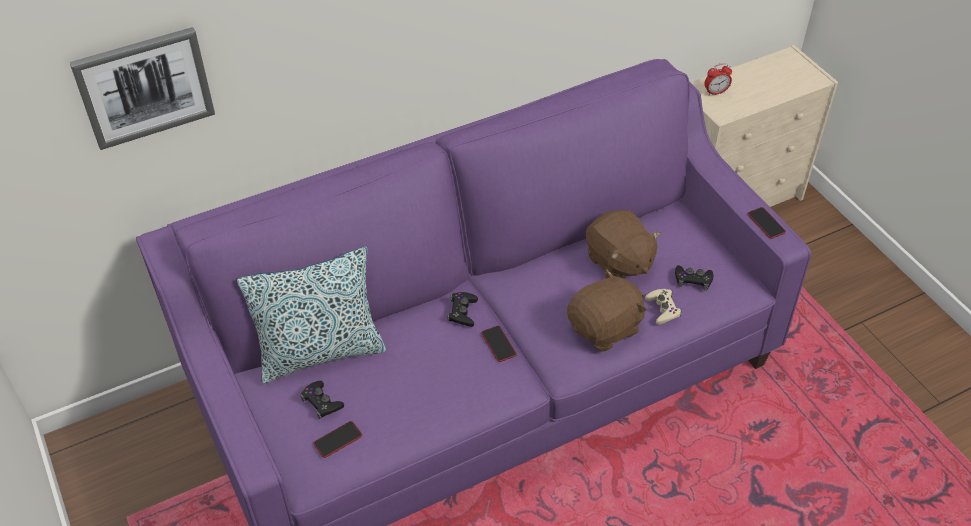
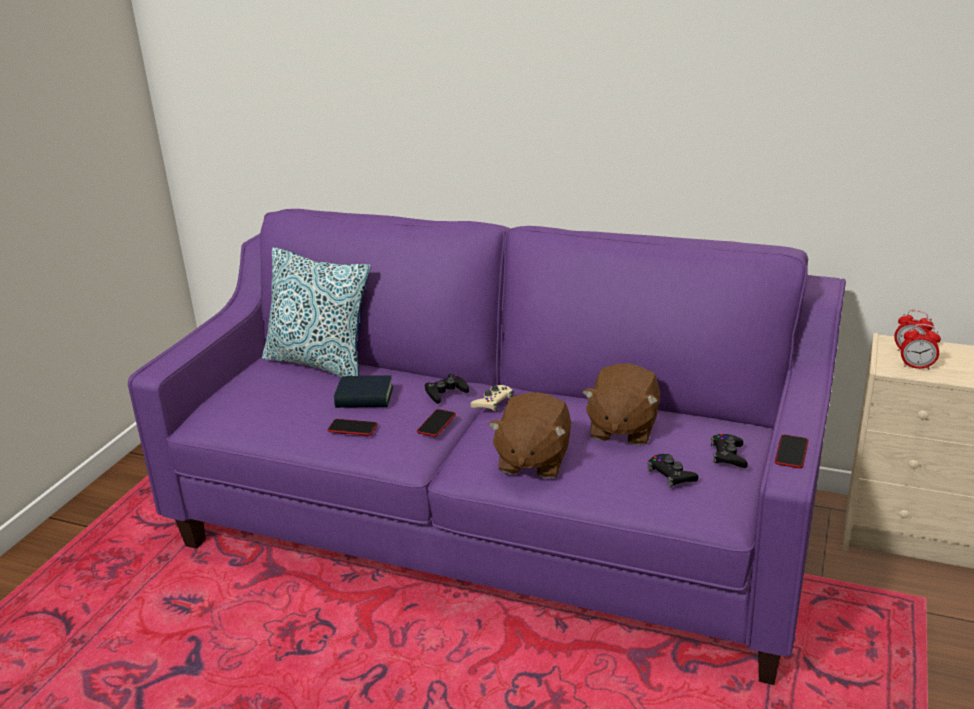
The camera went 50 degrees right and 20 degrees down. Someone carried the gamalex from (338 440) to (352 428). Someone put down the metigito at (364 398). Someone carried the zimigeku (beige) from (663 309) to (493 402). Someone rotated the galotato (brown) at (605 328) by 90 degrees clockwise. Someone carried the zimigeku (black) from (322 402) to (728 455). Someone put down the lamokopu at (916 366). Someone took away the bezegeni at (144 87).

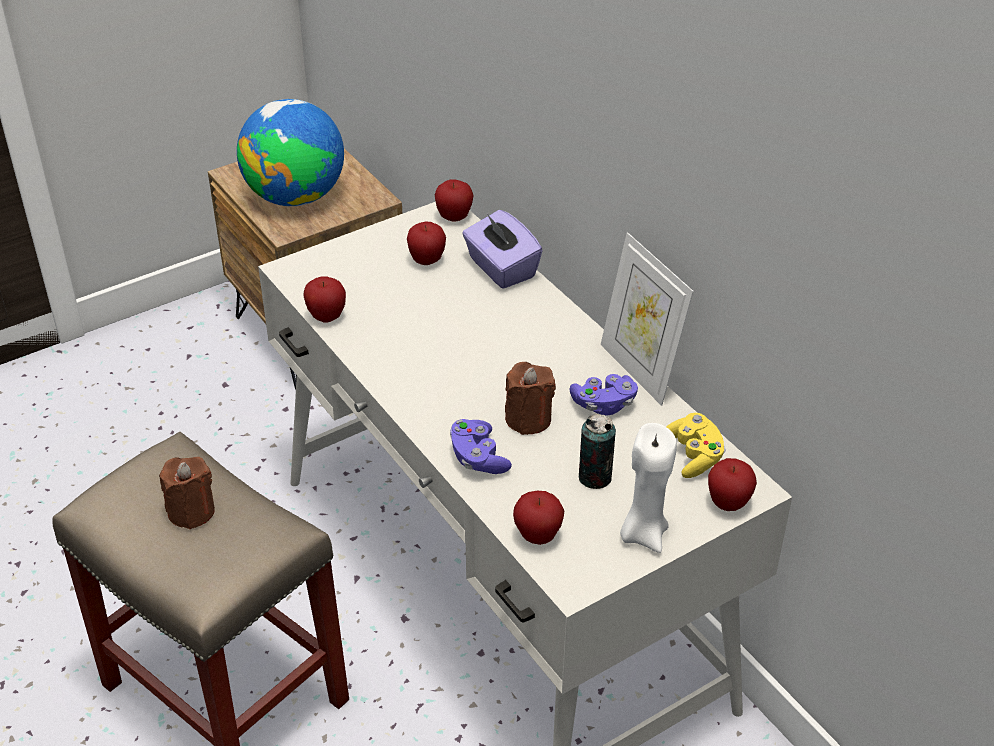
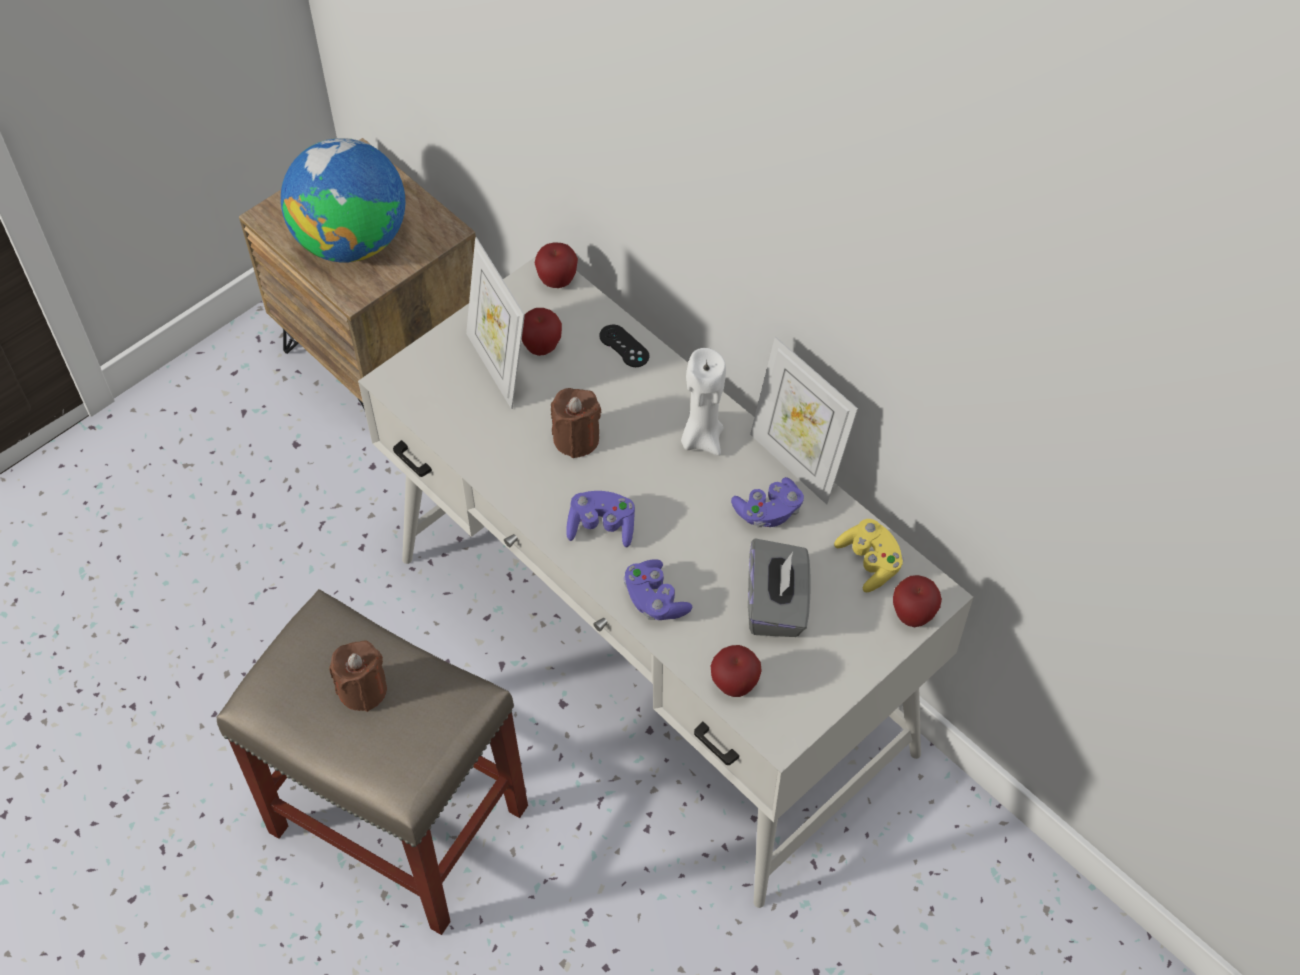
The camera went 10 degrees left and 15 degrees up. Someone put down the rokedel at (499 366). Someone carried the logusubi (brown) from (528 419) to (576 438). Someone put down the zimigeku (purple) at (602 527). Someone swapped the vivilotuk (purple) at (501 268) for the zimigeku (black) at (624 346). Someone carried the logusubi (white) from (643 534) to (701 438). Someone swapped the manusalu at (595 477) for the vivilotuk (grey) at (776 605). Someone took away the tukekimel at (326 317).

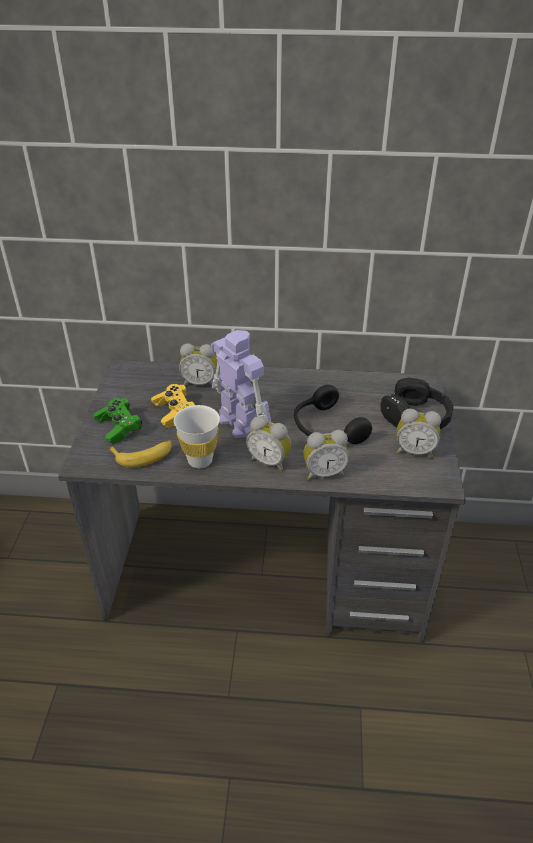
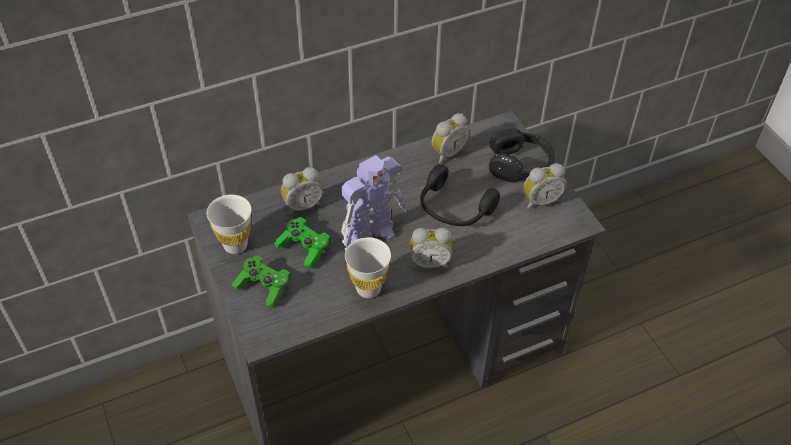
The camera went 30 degrees left and 10 degrees up. Someone put down the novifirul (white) at (235 245). Someone repainted the zimigeku (yellow) at (174 412), which became the zimigeku (green) at (304 248). Someone rotated the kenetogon at (239 422) by 120 degrees clockwise. Someone carried the lamokopu from (324 473) to (447 153). Someone took away the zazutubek at (144 455).

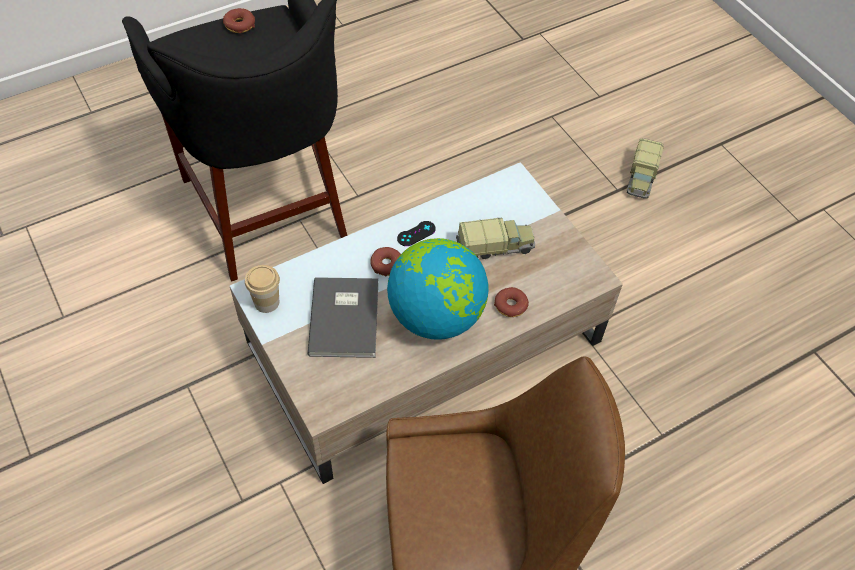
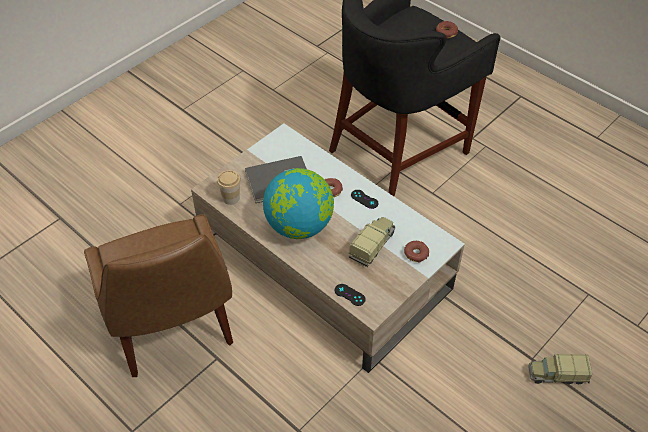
The camera went 75 degrees right and 5 degrees down. Someone carried the novifirul from (266 302) to (231 198). Someone put down the zimigeku (black) at (349 295). Someone rotated the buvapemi at (495 247) by 120 degrees counterclockwise. Someone carried the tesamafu from (510 305) to (416 254).

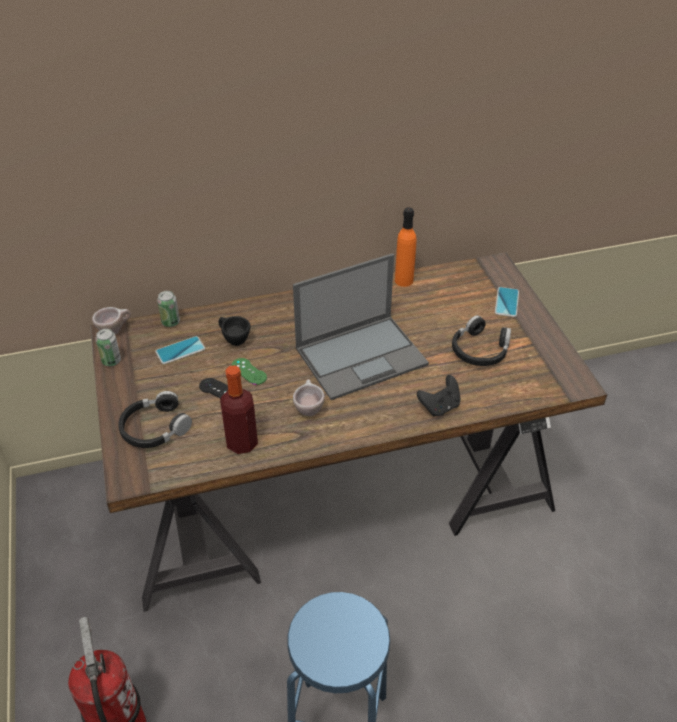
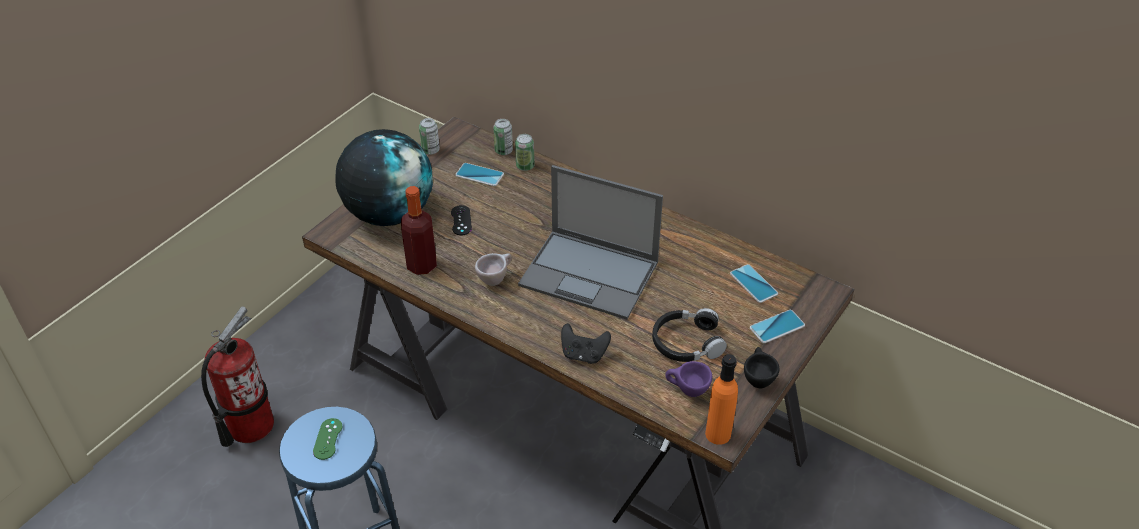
The camera went 50 degrees right and 0 degrees up. Someone carried the zimigeku (green) from (249 371) to (328 439). Someone swapped the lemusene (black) at (154 428) for the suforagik at (389 213). Someone put down the manusalu at (525 166). Someone put down the novifirul (purple) at (687 391). Someone carried the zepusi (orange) from (404 280) to (718 434). Someone put down the gamalex at (753 284). Someone carried the novifirul (black) from (233 340) to (757 379). Someone took away the novifirul (beige) at (115 330).

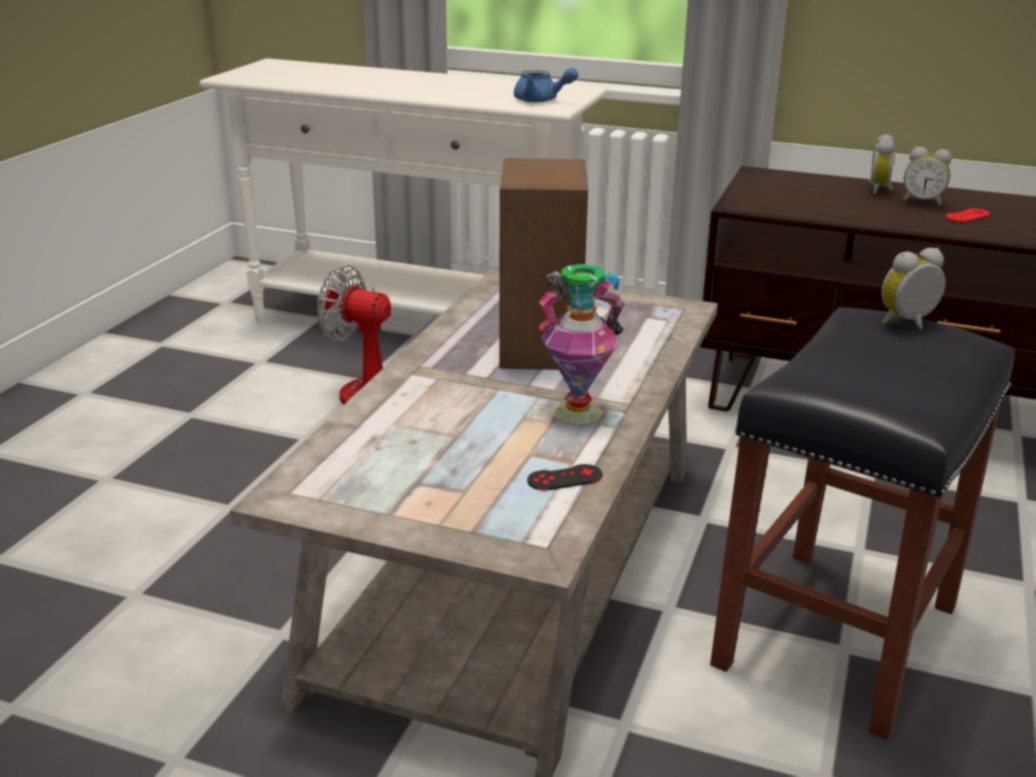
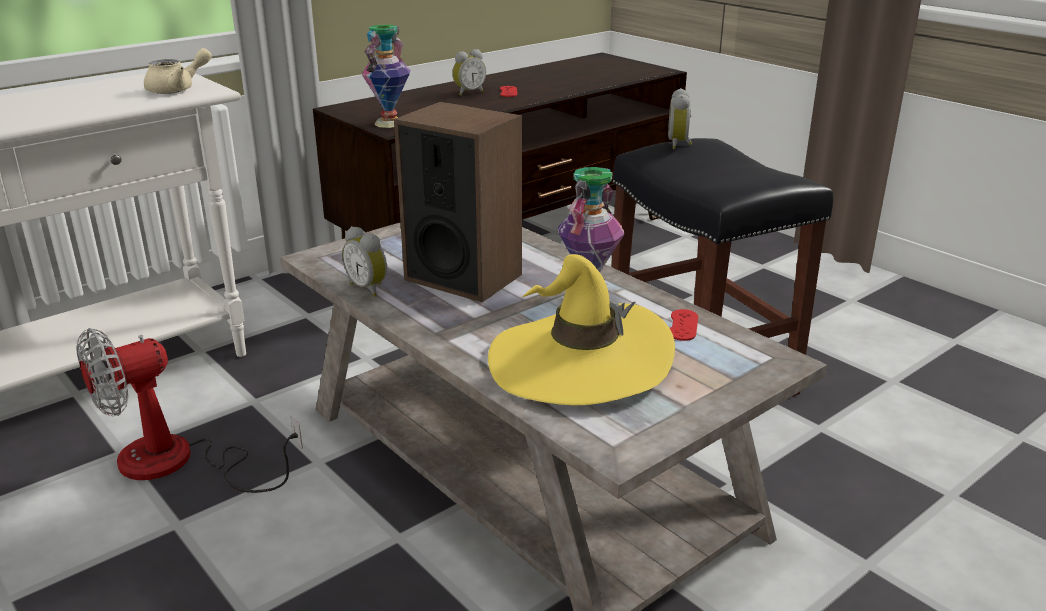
The camera went 60 degrees left and 0 degrees up. Someone repainted the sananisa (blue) at (541 100), which became the sananisa (beige) at (178 89). Someone carried the lamokopu from (880 190) to (369 288). Someone put down the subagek at (390 123). Someone put down the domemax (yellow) at (580 362). Someone repainted the zimigeku (black) at (565 478), which became the zimigeku (red) at (683 325).

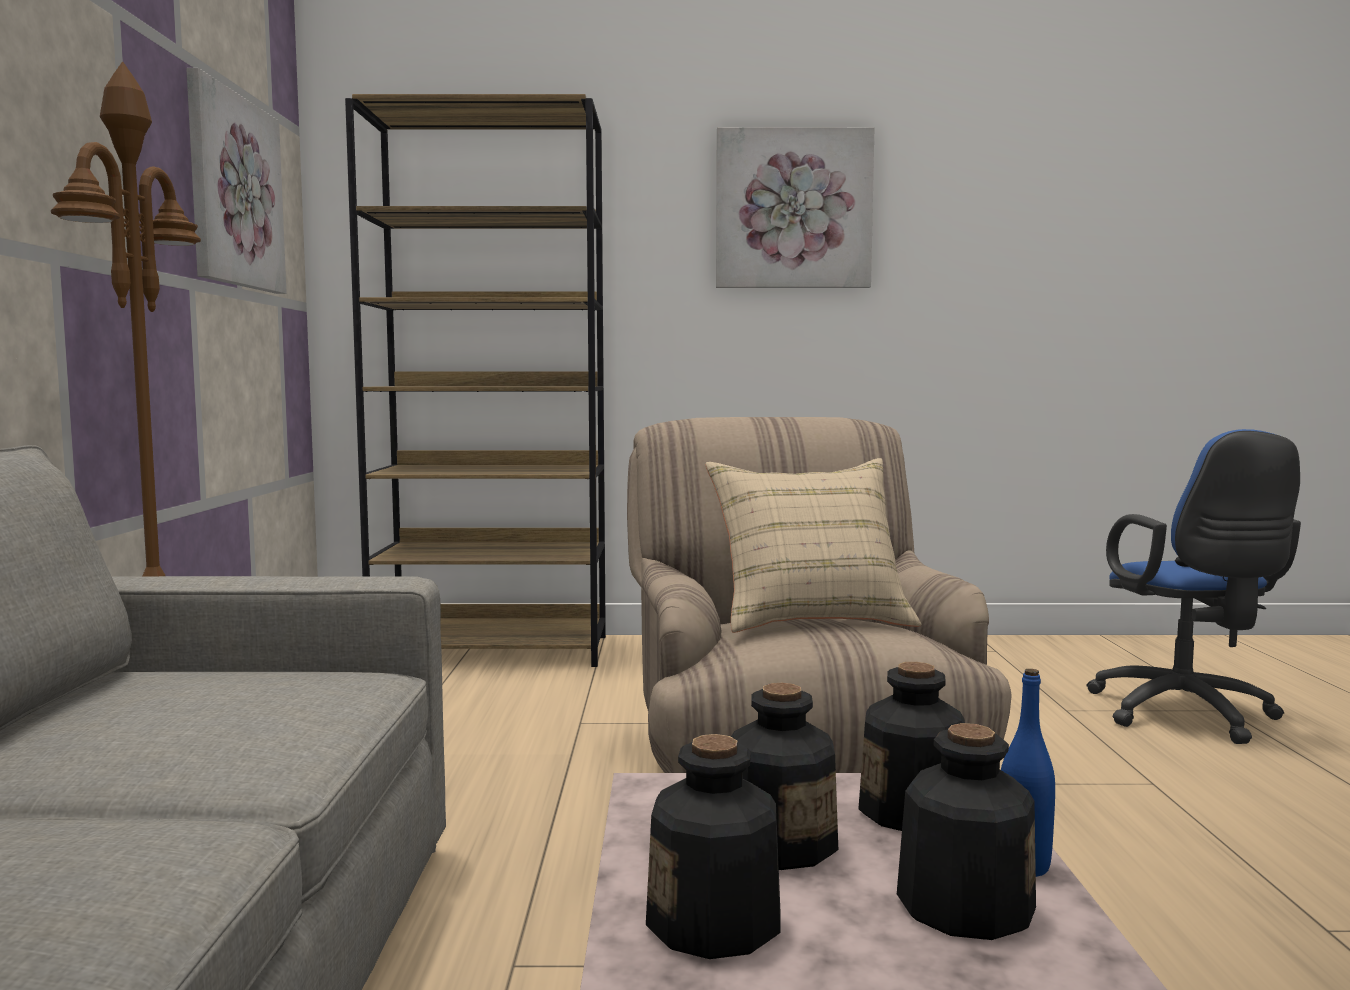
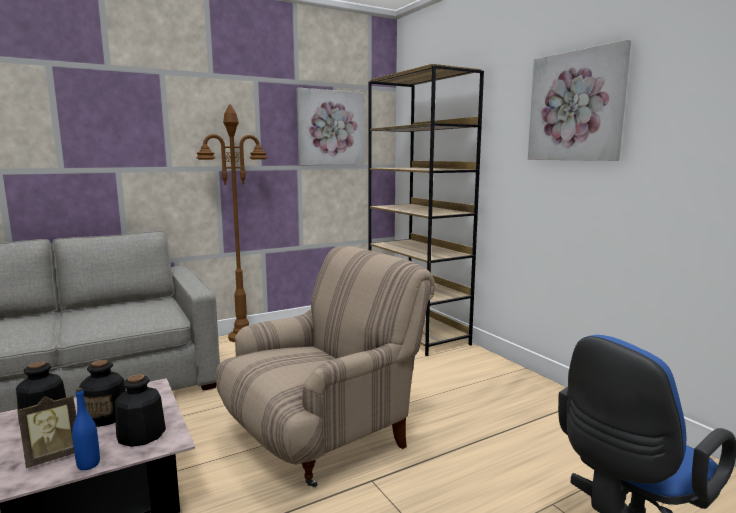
The camera went 60 degrees right and 5 degrees up. Someone swapped the zepusi at (963 905) for the rokedel at (53 456). Someone took away the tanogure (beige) at (810 619).

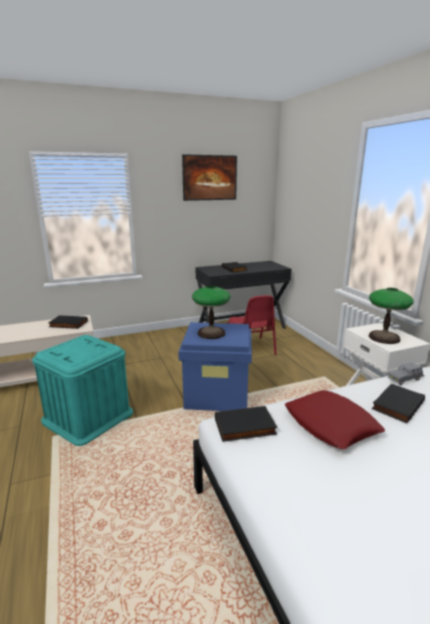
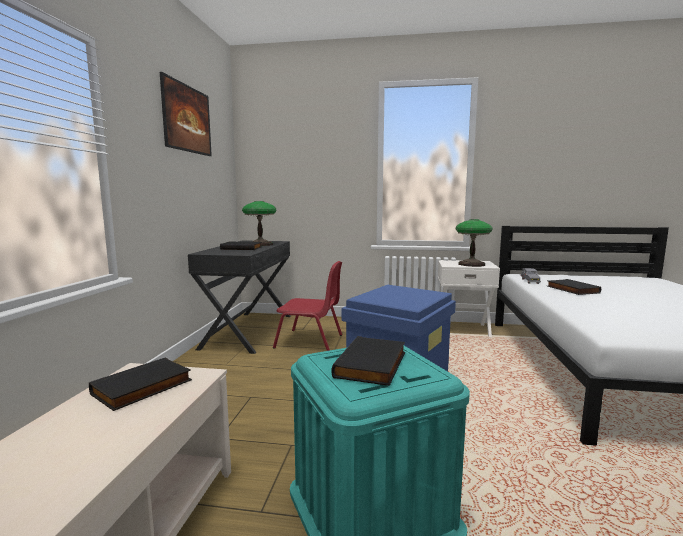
The camera went 60 degrees left and 10 degrees down. Someone carried the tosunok from (211 333) to (260 244). Someone carried the metigito (black) from (244 427) to (373 365). Someone took away the tanogure (red) at (331 424).

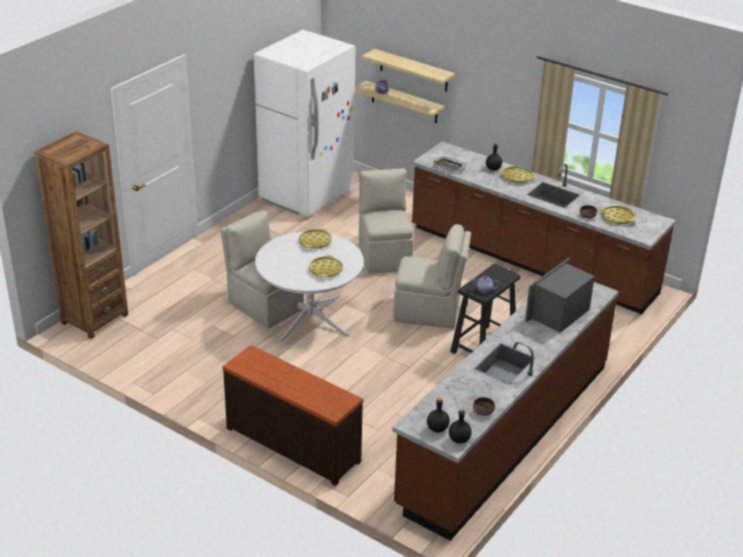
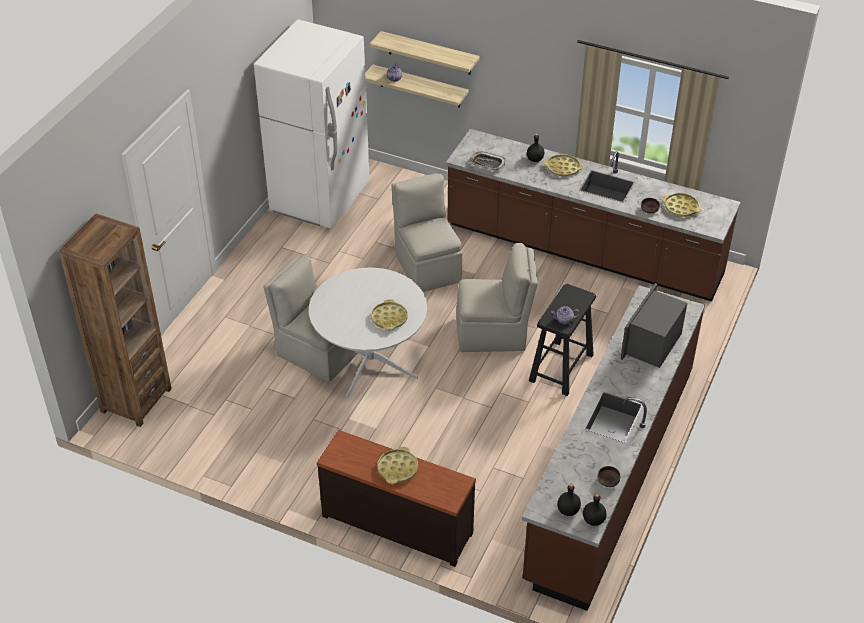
The camera went 10 degrees left and 10 degrees up. Someone carried the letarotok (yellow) from (315 242) to (398 468).

